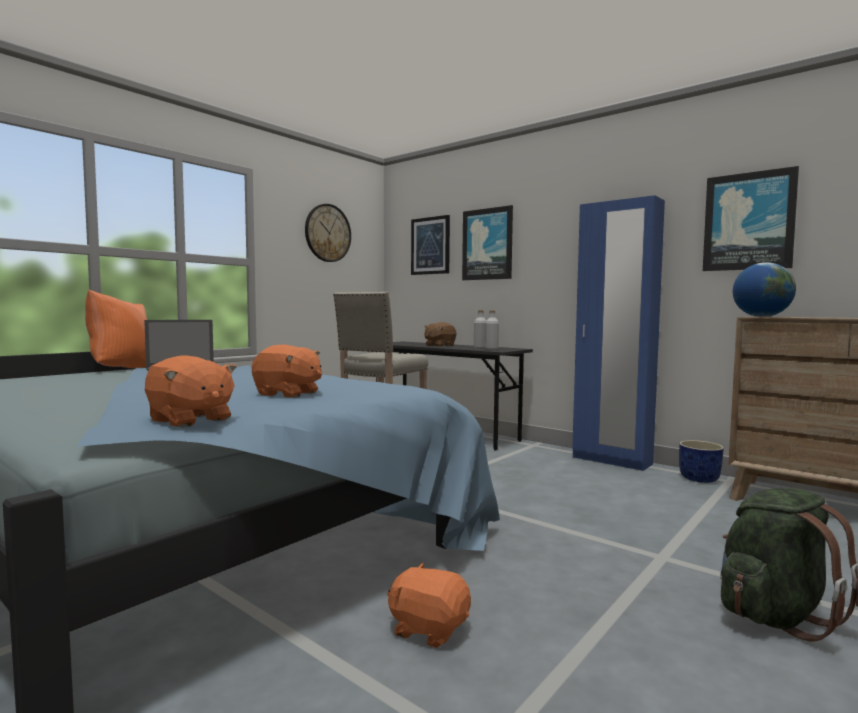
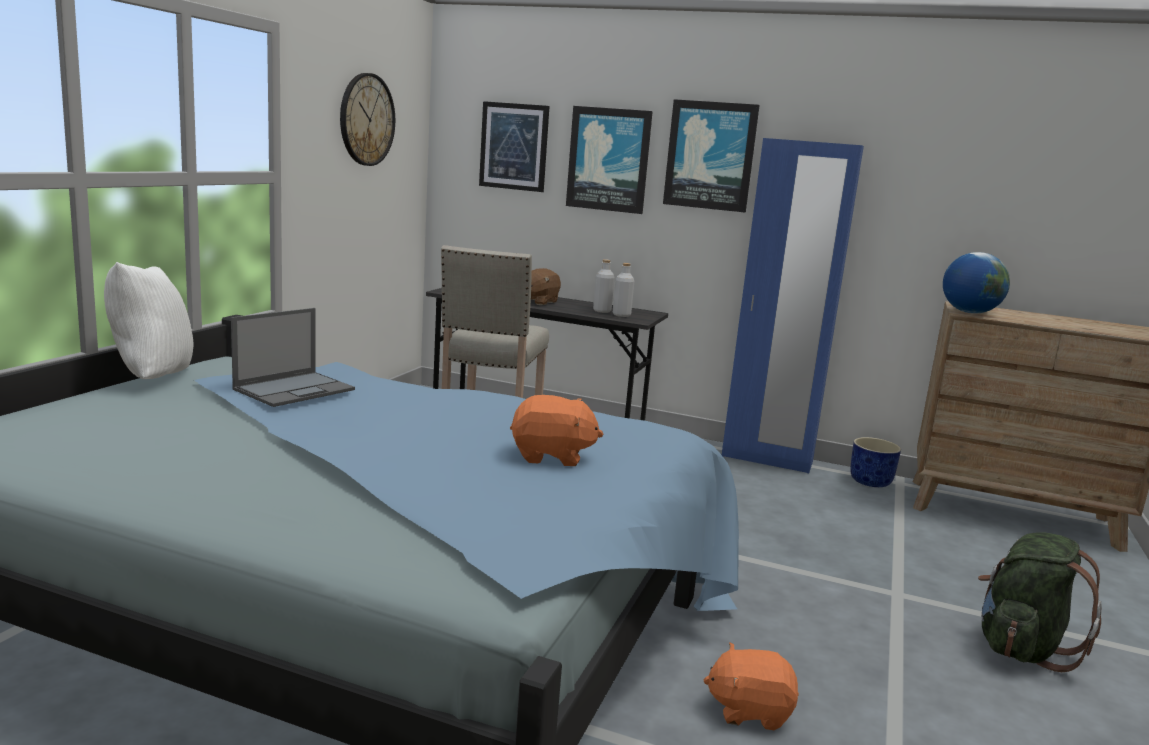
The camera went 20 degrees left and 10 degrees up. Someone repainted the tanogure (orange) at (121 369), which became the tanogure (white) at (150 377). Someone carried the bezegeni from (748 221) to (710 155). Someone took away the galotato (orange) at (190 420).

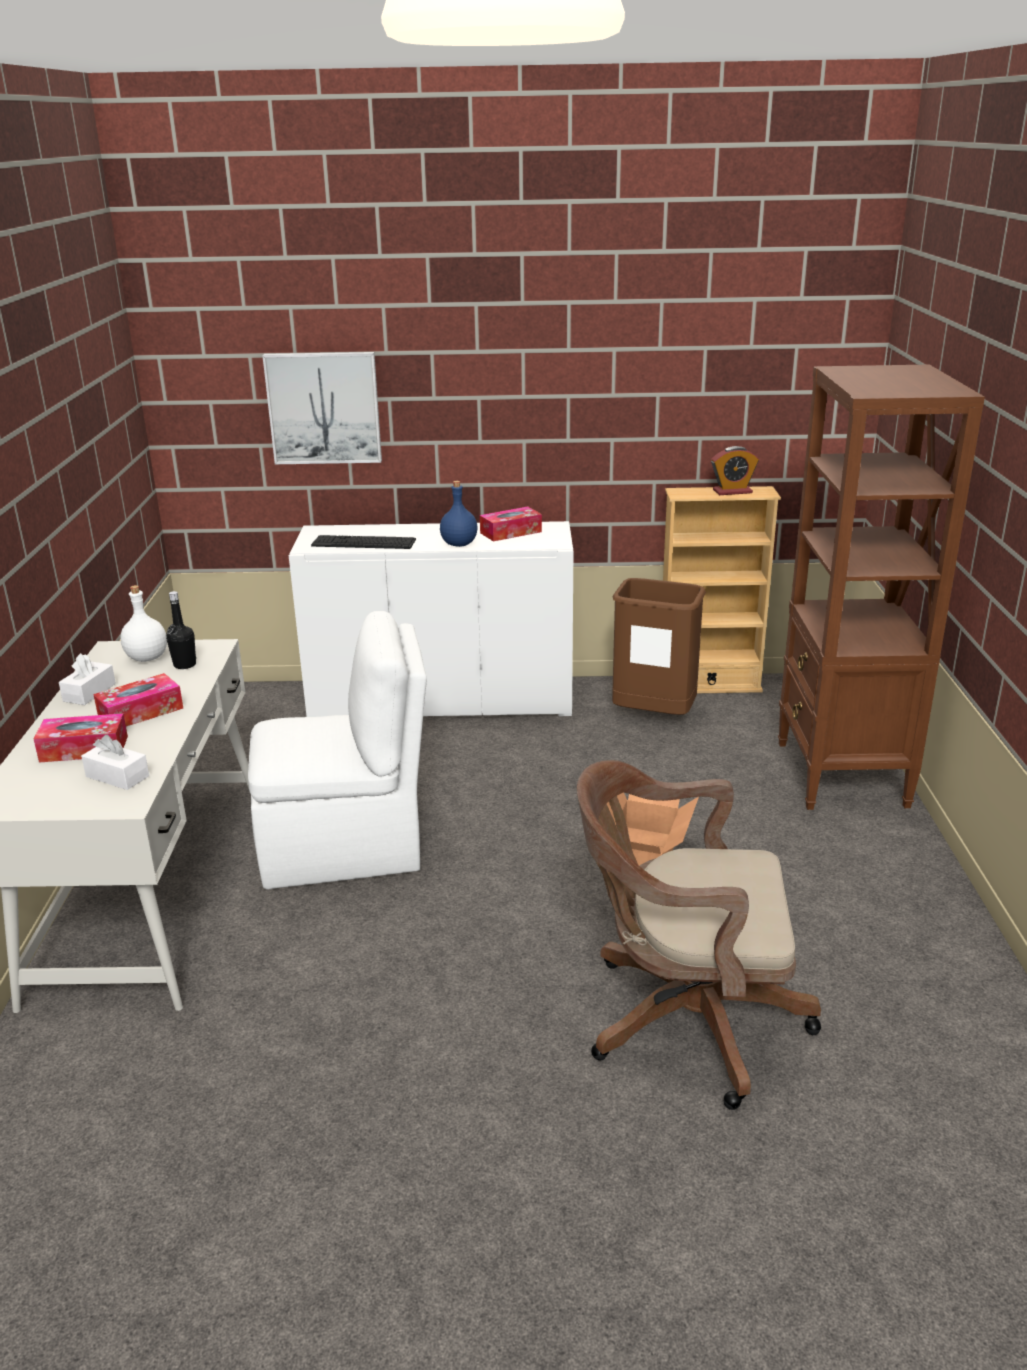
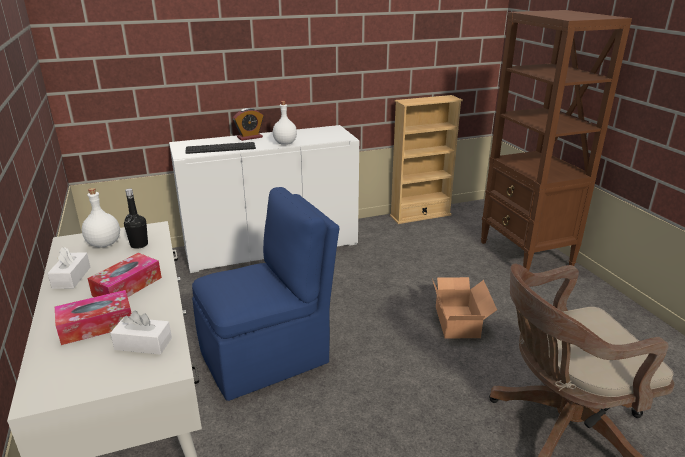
The camera went 20 degrees left and 0 degrees up. Someone repainted the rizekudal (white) at (345 847), which became the rizekudal (blue) at (268 356). Someone carried the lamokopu from (732 491) to (249 137). Someone repainted the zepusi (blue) at (458 544), which became the zepusi (white) at (285 143). Someone took away the bezegeni at (324 408). Someone took away the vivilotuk at (511 532). Someone took away the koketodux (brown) at (653 716).

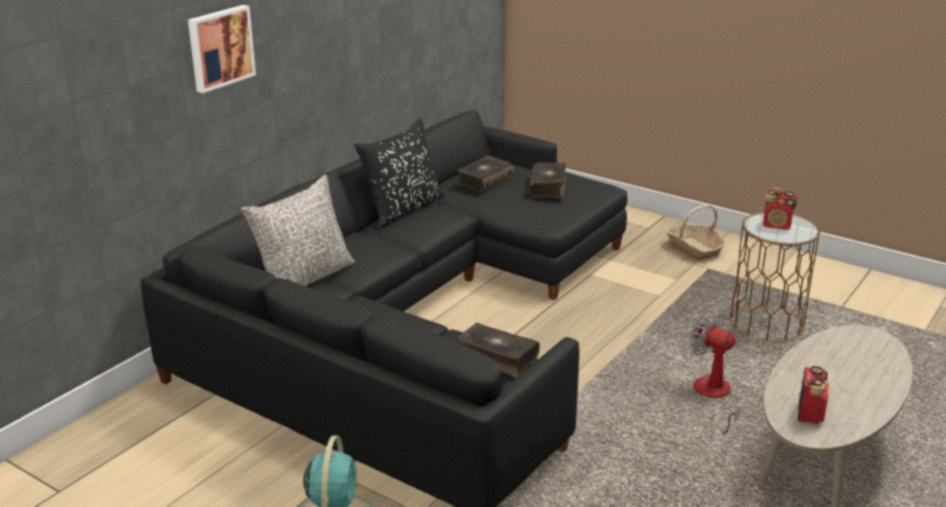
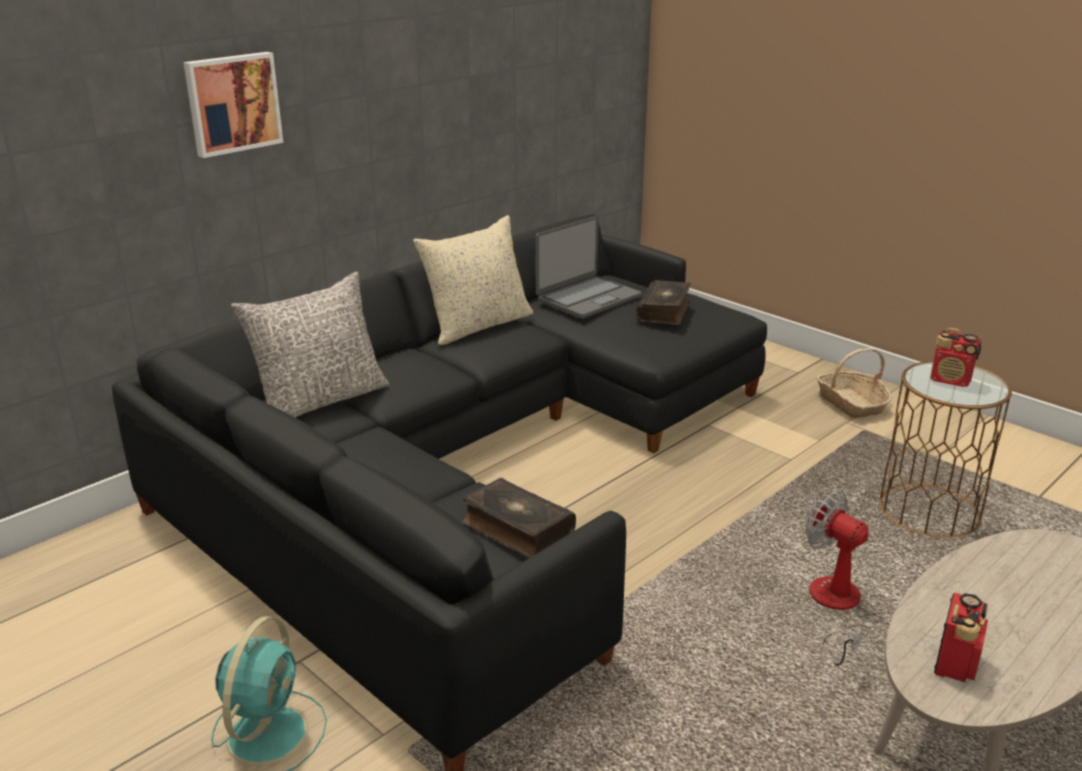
The camera went 10 degrees right and 0 degrees up. Someone repainted the tanogure (black) at (403 209), which became the tanogure (beige) at (477 325). Someone swapped the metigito at (484 181) for the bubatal at (587 298).

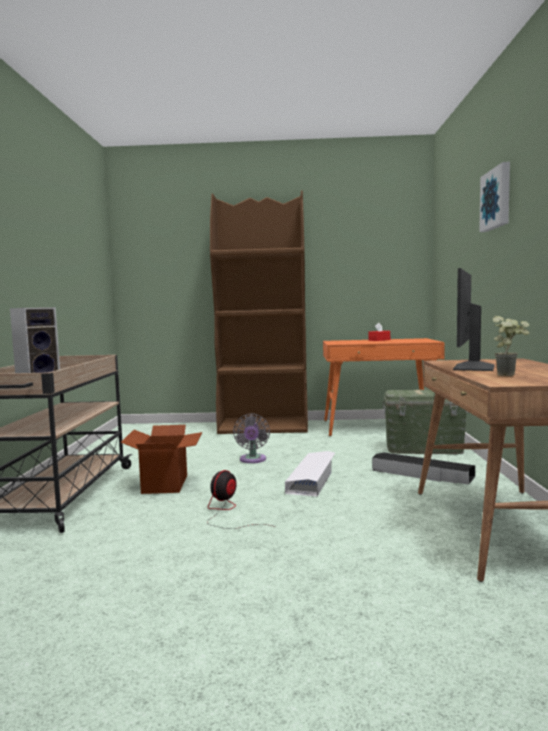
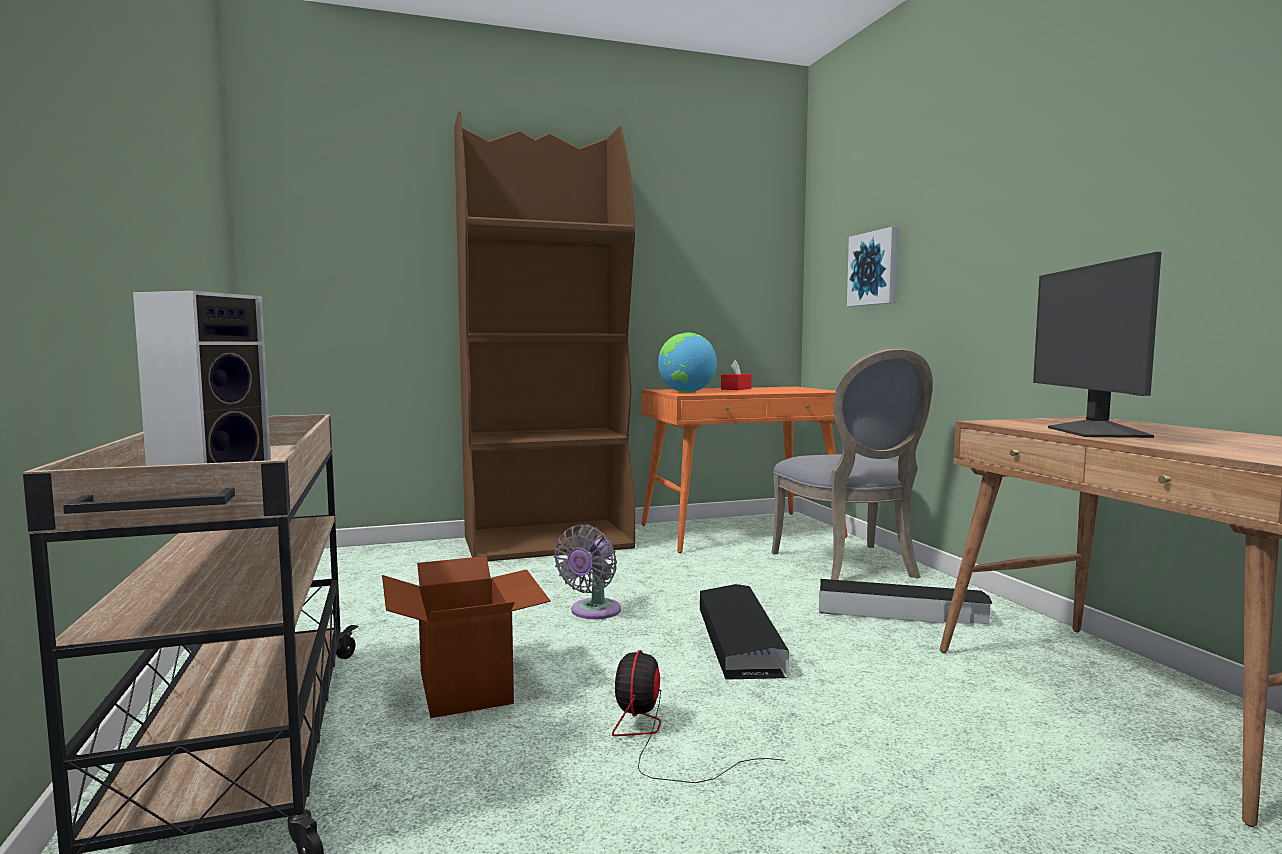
The camera went 20 degrees left and 0 degrees up. Someone rotated the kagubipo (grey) at (252 460) by 45 degrees clockwise. Someone put down the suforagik at (686 392). Someone repainted the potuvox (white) at (312 478), which became the potuvox (black) at (739 640). Someone swapped the potuvox (green) at (424 449) for the rizekudal (grey) at (850 566). Someone carried the bezegeni from (497 199) to (875 268). Someone took away the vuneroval at (510 375).

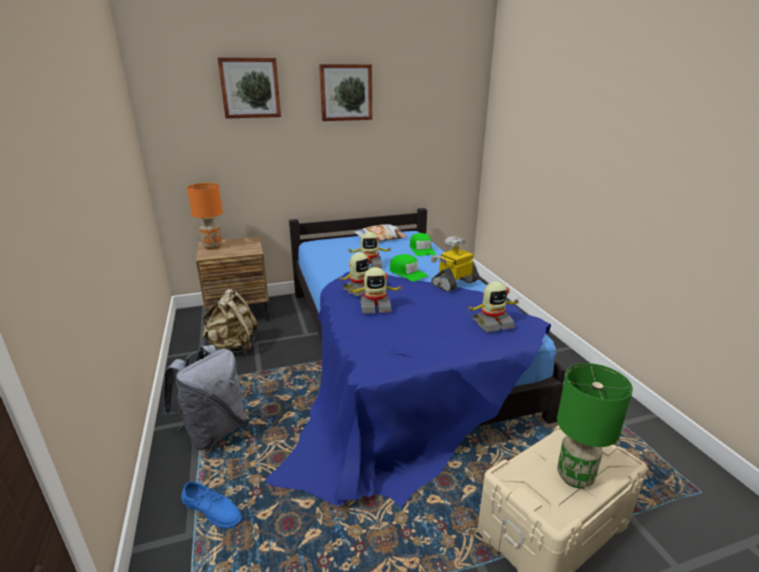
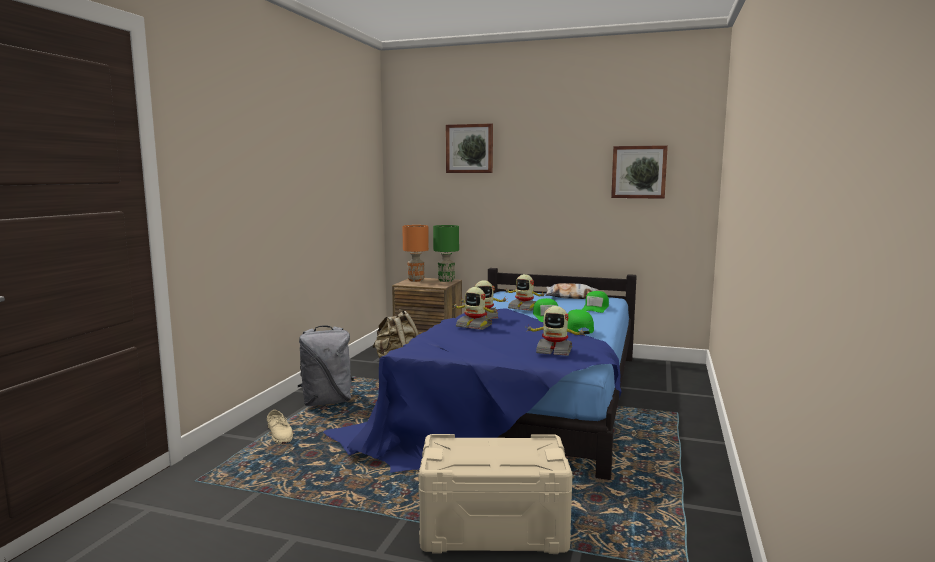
The camera went 35 degrees right and 15 degrees down. Someone repainted the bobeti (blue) at (212 509), which became the bobeti (beige) at (280 434). Someone carried the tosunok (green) from (575 477) to (446 281). Someone swapped the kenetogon at (454 283) for the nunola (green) at (577 328). Someone carried the bezegeni from (346 92) to (639 172).

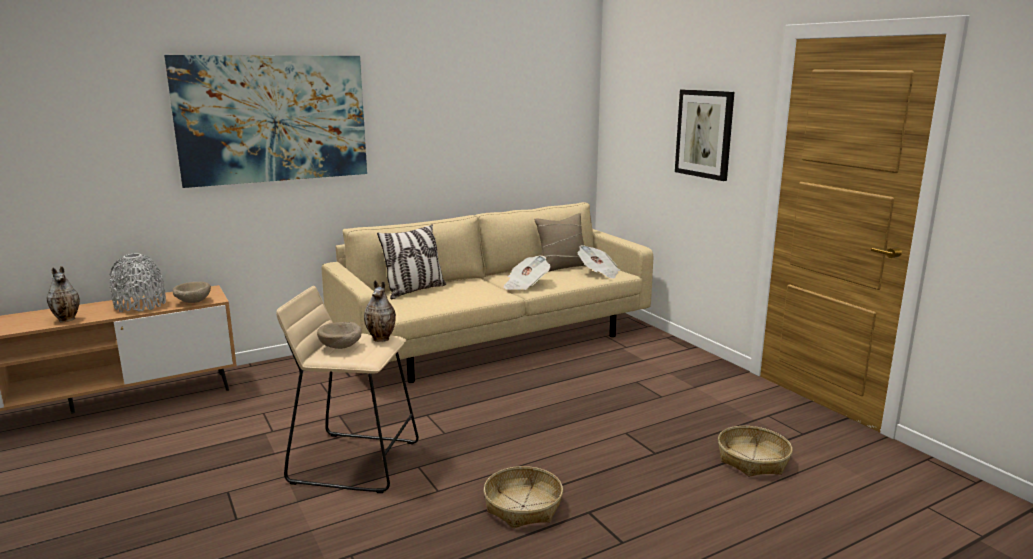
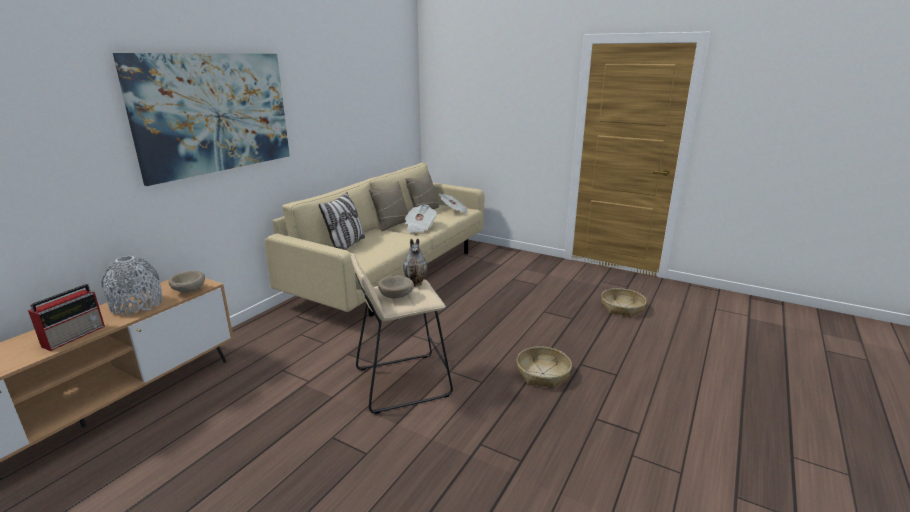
The camera went 30 degrees left and 5 degrees up. Someone swapped the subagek at (67 319) for the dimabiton at (75 335). Someone put down the tanogure (beige) at (392 224). Someone took away the bezegeni at (704 134).

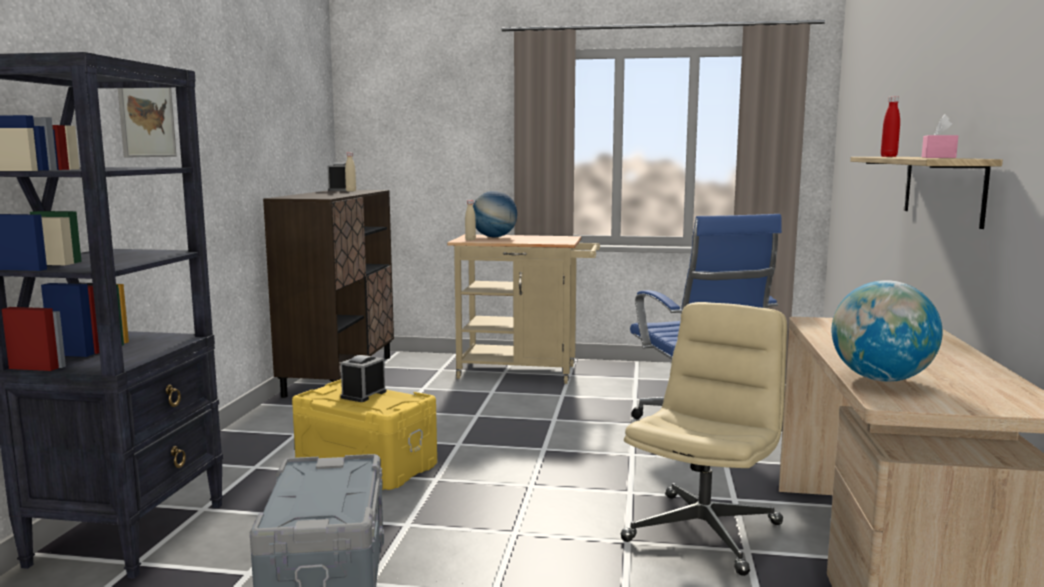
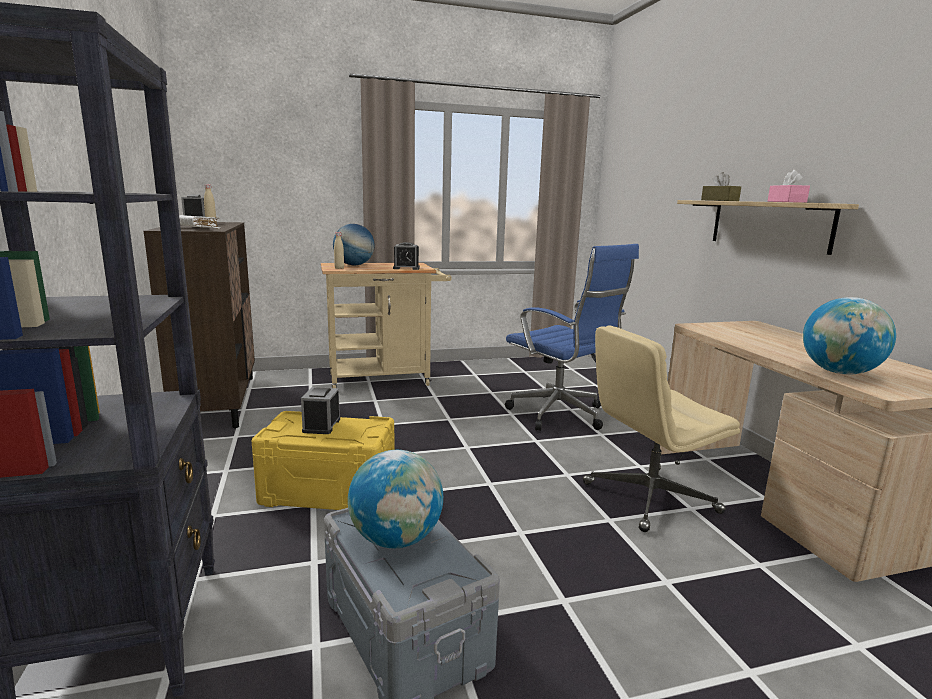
The camera went 25 degrees left and 5 degrees up. Someone put down the metigito (white) at (195 228). Someone put down the suforagik at (396 539). Someone put down the lamokopu at (406 268). Someone rotated the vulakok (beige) at (703 531) by 120 degrees counterclockwise. Someone swapped the zepusi (red) at (888 156) for the vivilotuk (brown) at (719 200). Someone took away the bezegeni at (146 116).

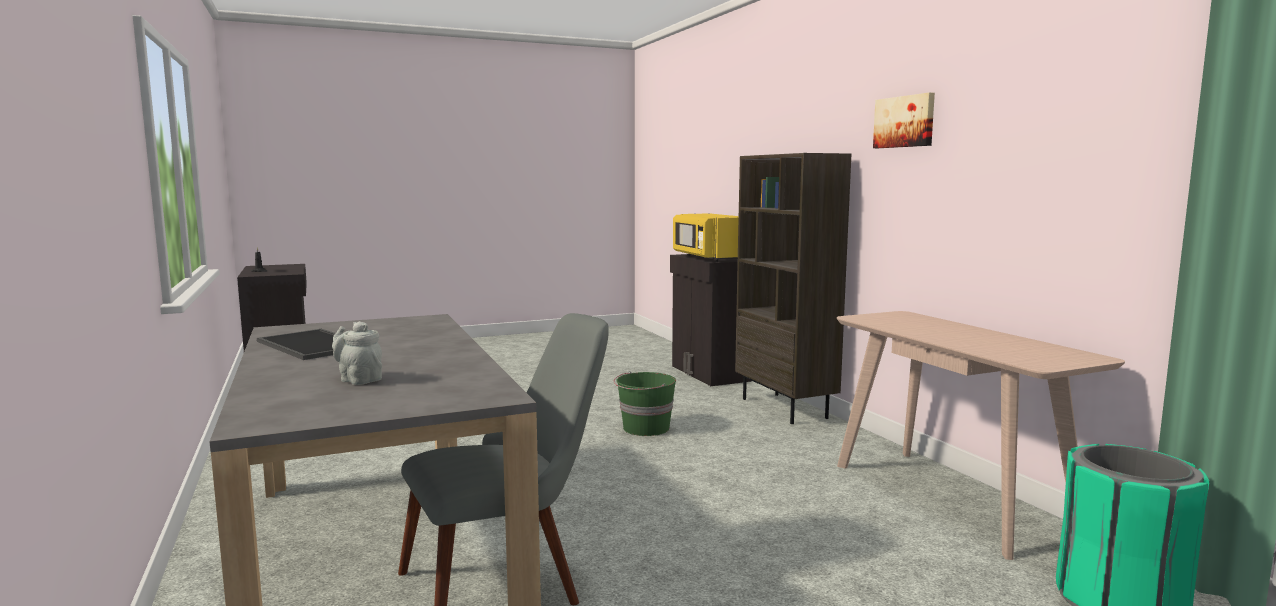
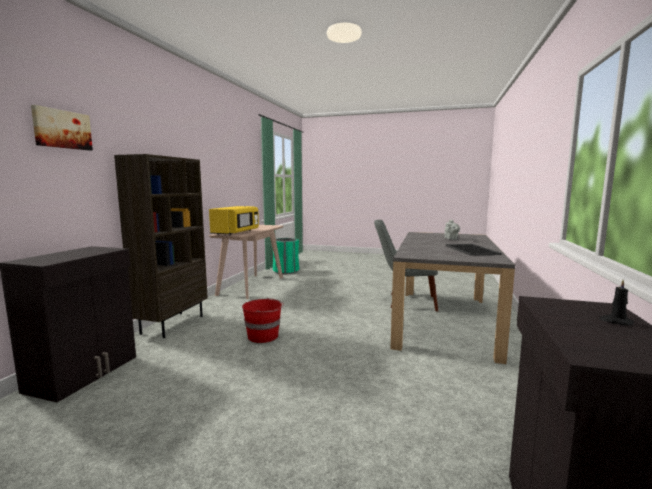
The camera went 140 degrees left and 0 degrees up. Someone carried the bezegeni from (905 122) to (62 129). Someone carried the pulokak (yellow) from (708 258) to (236 232). Someone repainted the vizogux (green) at (645 428), which became the vizogux (red) at (263 336).

